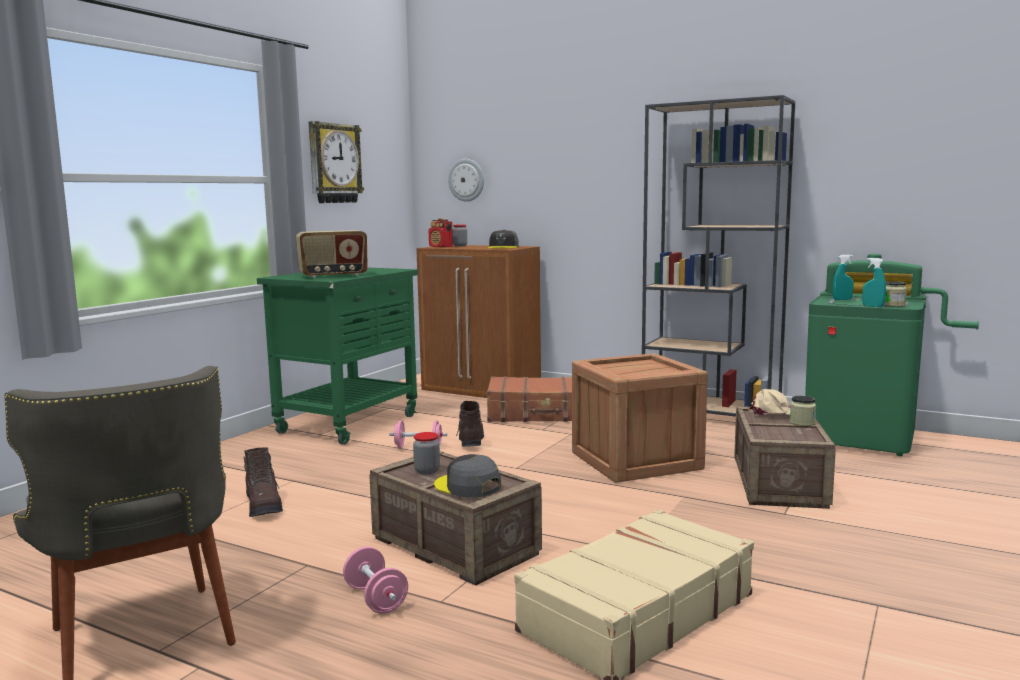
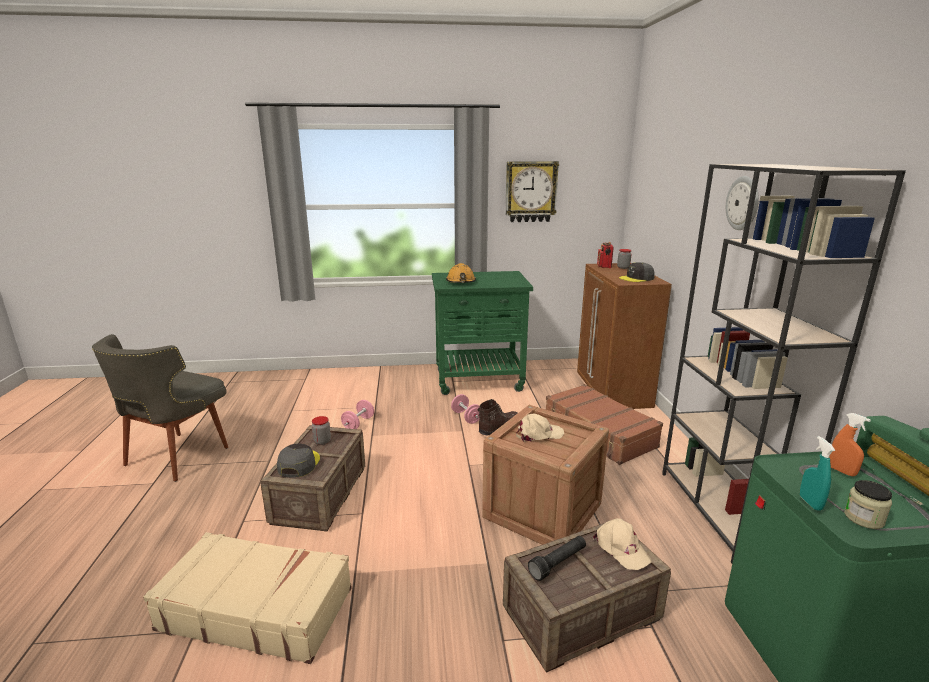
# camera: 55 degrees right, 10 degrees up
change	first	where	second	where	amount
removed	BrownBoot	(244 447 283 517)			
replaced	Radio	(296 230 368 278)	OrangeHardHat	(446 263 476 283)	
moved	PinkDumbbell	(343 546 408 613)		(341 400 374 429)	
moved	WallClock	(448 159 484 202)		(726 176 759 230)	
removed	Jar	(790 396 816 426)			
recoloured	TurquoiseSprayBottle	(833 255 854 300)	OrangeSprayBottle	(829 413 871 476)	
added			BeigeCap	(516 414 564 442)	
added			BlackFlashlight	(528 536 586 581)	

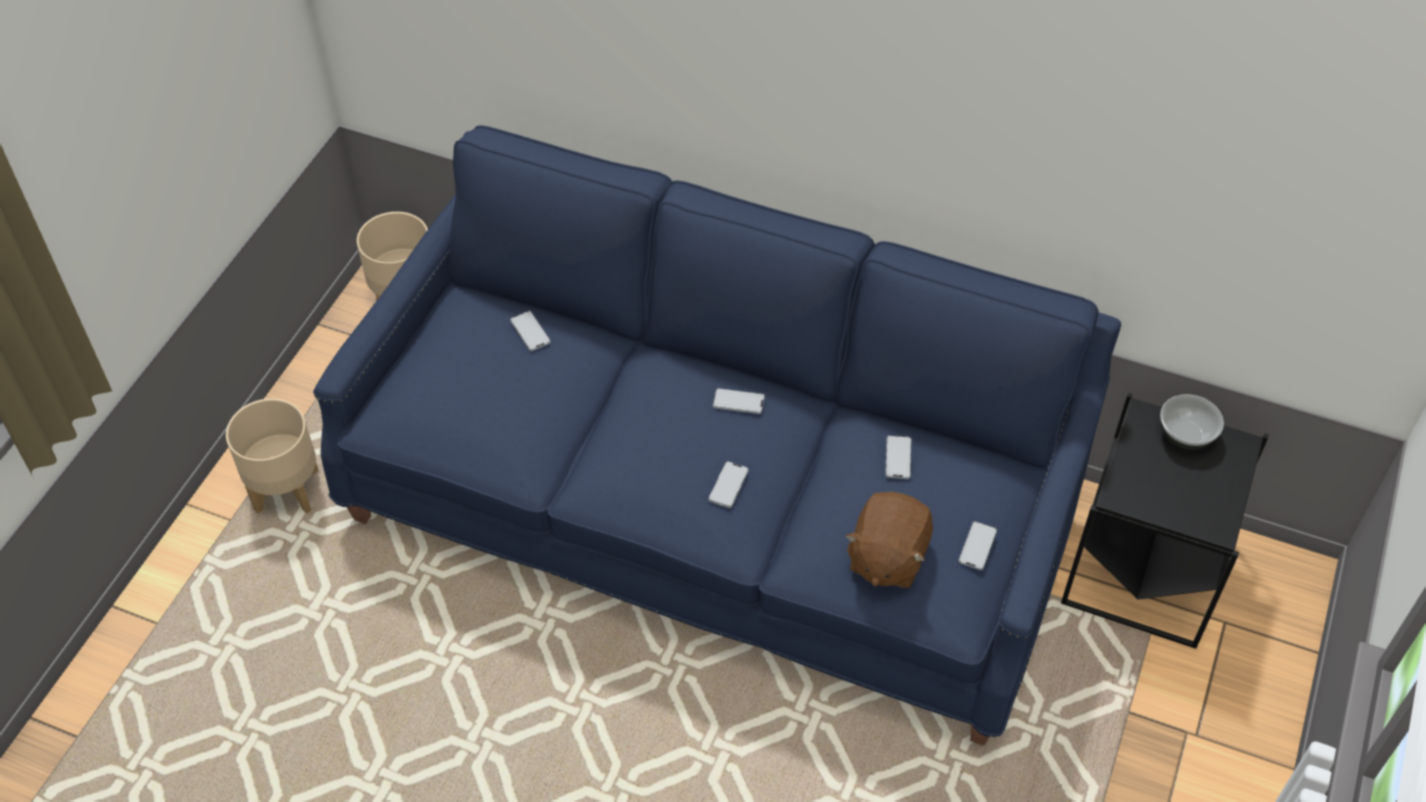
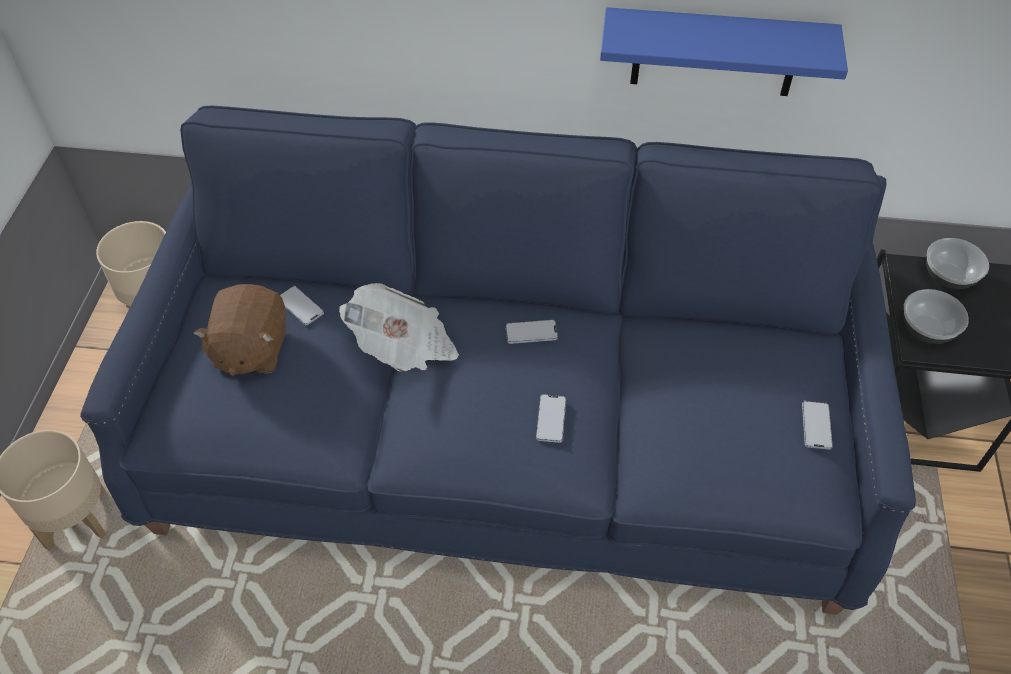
# camera: 15 degrees left, 0 degrees up
change	first	where	second	where	amount
moved	BrownPlushToy	(845 492 933 588)		(193 284 286 376)	
removed	Phone	(885 435 911 479)			
added			Newspaper	(339 283 459 372)	
added			BlueShelf	(600 7 848 96)	
added			Bowl	(903 289 969 344)	

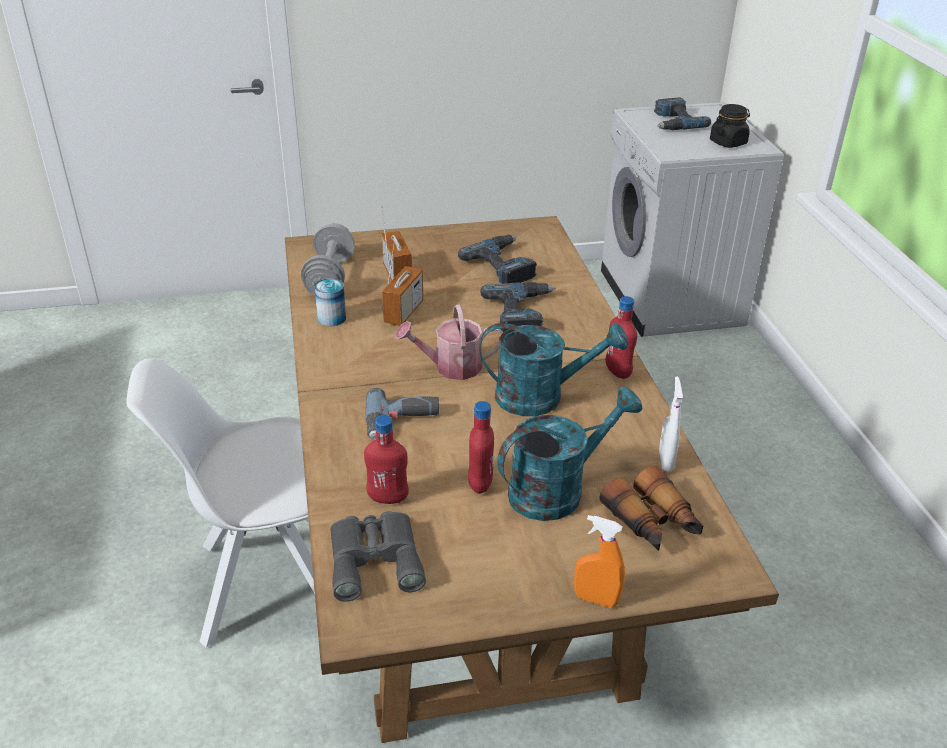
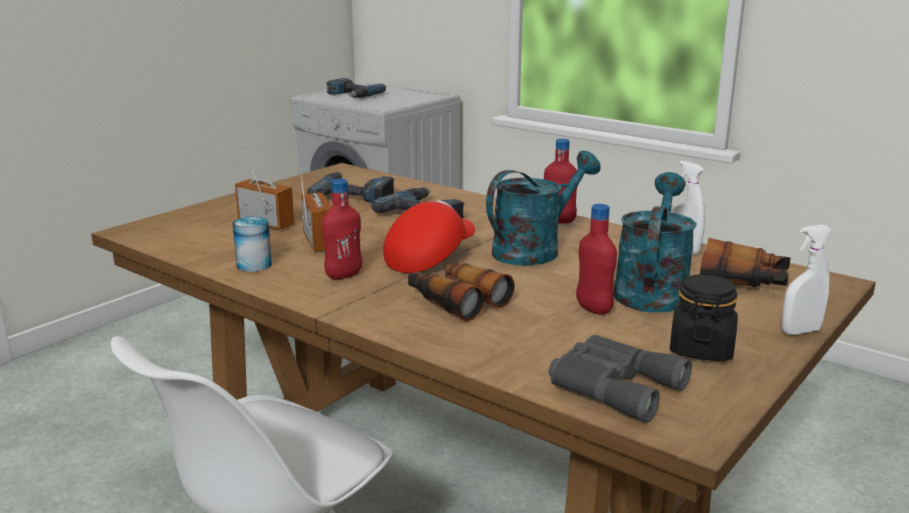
# camera: 40 degrees left, 15 degrees down
change	first	where	second	where	amount
removed	GreyDumbbell	(301 223 355 296)			
moved	RedBottle	(364 415 409 504)		(322 179 362 279)	
replaced	PowerDrill	(365 388 439 439)	Binoculars	(408 262 515 321)	
replaced	WateringCan	(395 304 503 380)	RedCap	(383 200 475 273)	
recoloured	OrangeSprayBottle	(574 515 625 608)	WhiteSprayBottle	(781 225 832 335)	
moved	BlackJar	(710 104 750 148)		(670 274 738 361)	

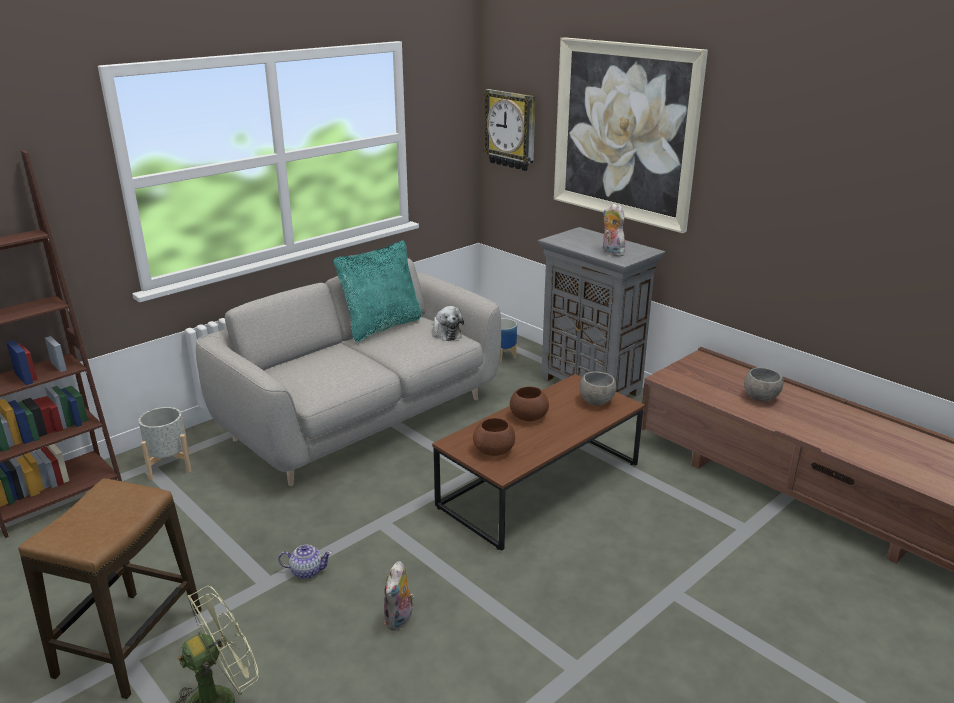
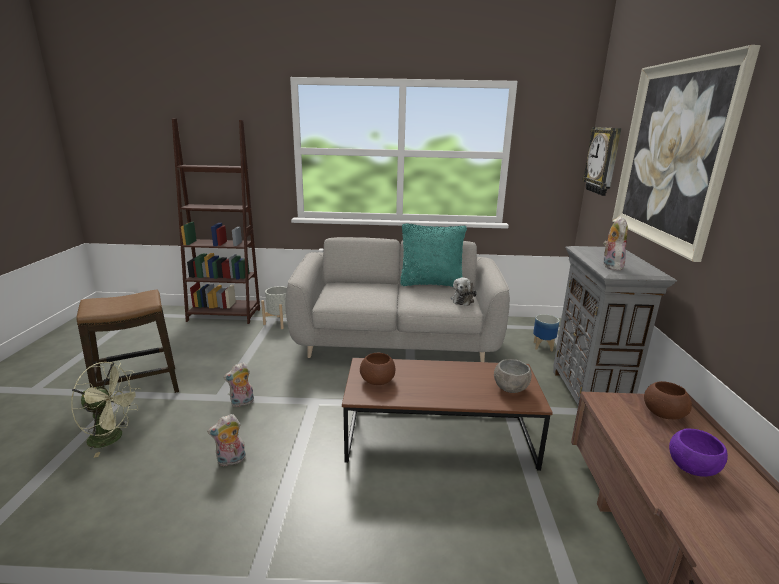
# camera: 45 degrees right, 5 degrees down
change	first	where	second	where	amount
replaced	Teapot	(278 545 332 579)	PlushToy	(224 362 254 407)	
moved	BrownBowl	(510 386 549 421)		(644 381 692 419)	
recoloured	GreyBowl	(744 367 783 402)	PurpleBowl	(669 428 728 477)	

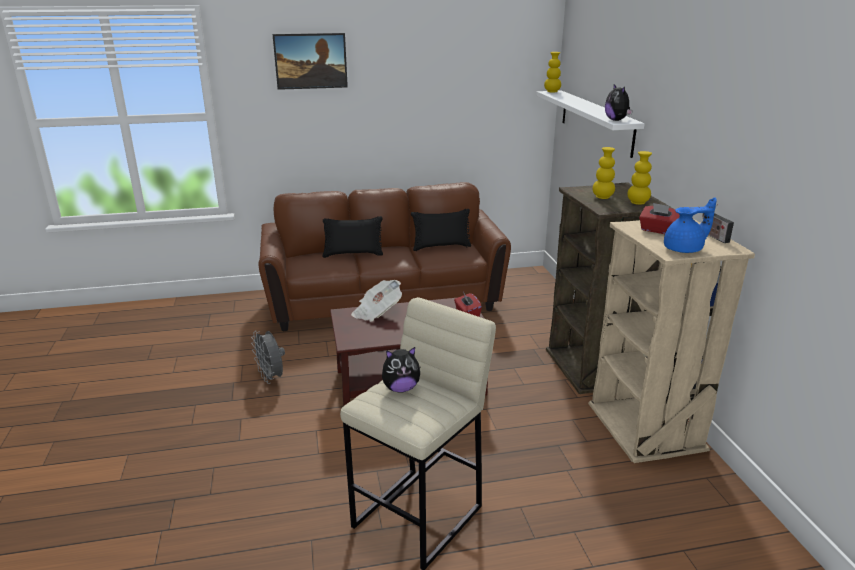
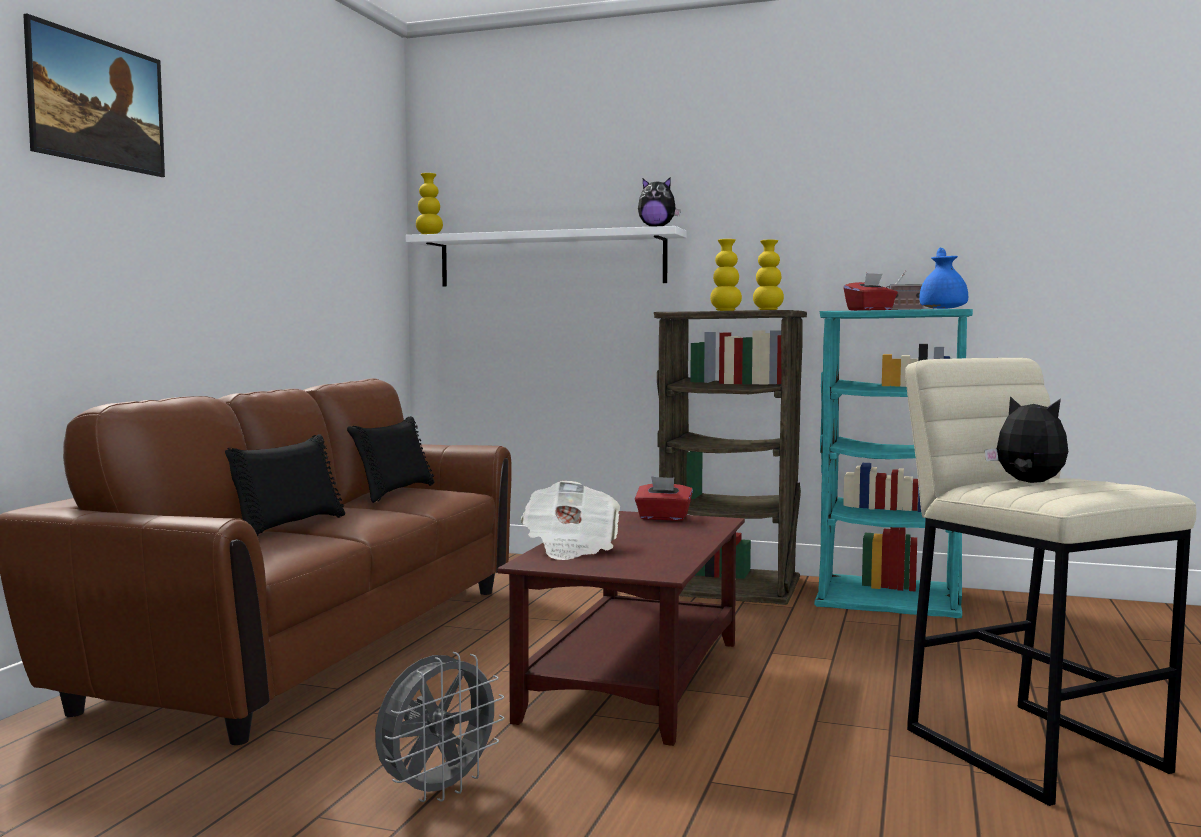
# camera: 60 degrees left, 20 degrees down
change	first	where	second	where	amount
turned	GreyFan	(251 331 285 384)		(375 652 505 802)	45 degrees counterclockwise
turned	PlushToy	(382 347 421 393)		(985 396 1068 483)	60 degrees counterclockwise
recoloured	BeigeBookcase	(588 219 755 463)	TurquoiseBookcase	(814 309 973 618)	

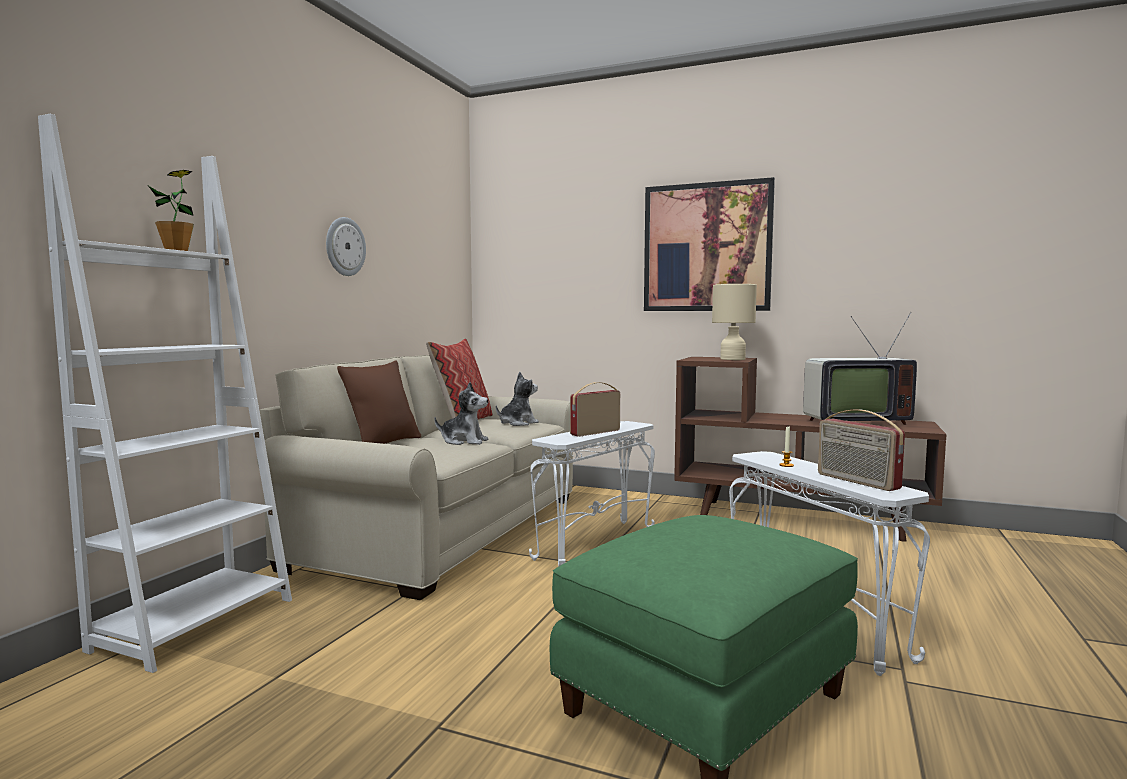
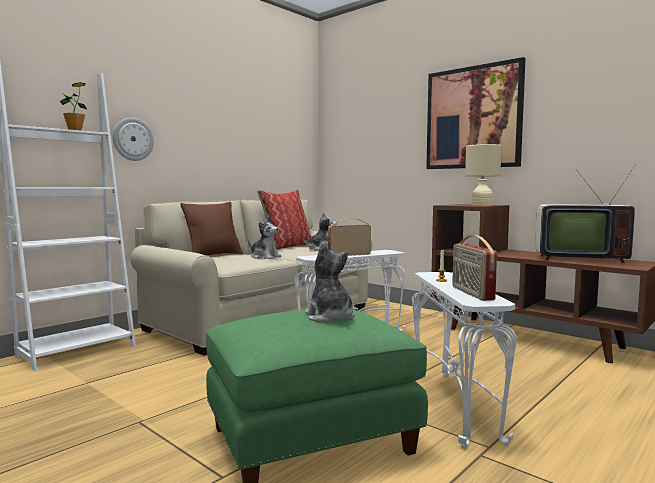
# camera: 20 degrees right, 0 degrees up
change	first	where	second	where	amount
moved	WallClock	(326 217 366 276)		(113 118 154 161)	
added			PlushToy	(305 243 355 323)	

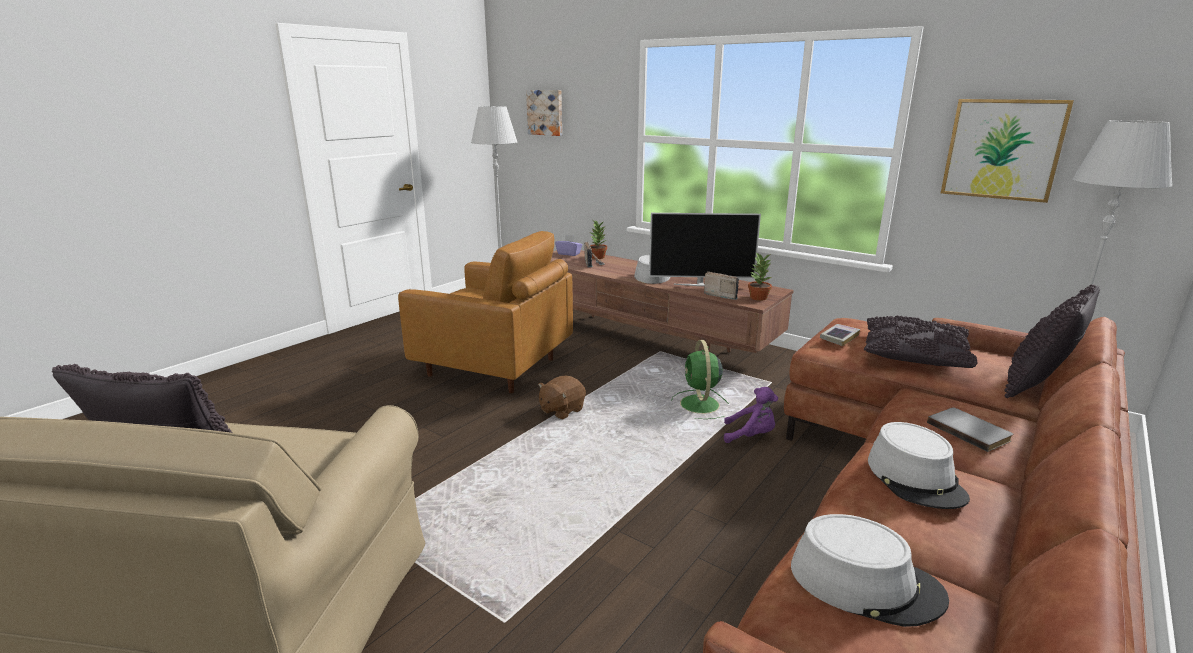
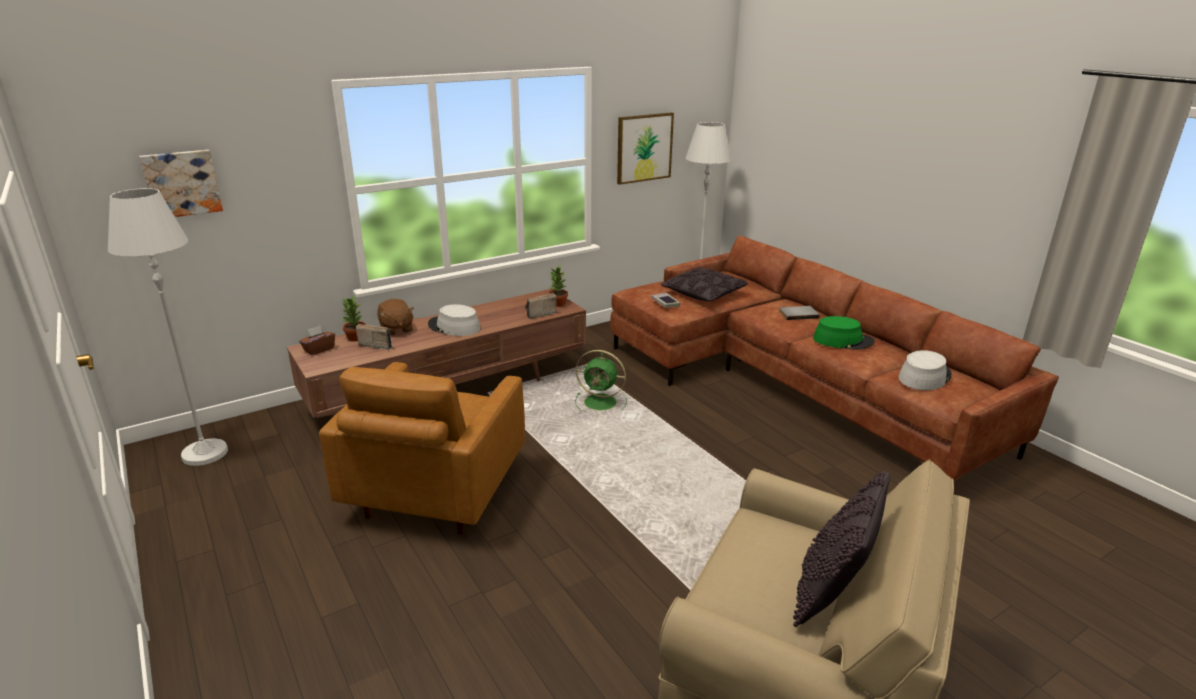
# camera: 70 degrees left, 5 degrees up
change	first	where	second	where	amount
turned	BrownArmchair	(398 231 573 393)		(319 362 525 534)	150 degrees clockwise
moved	BrownPlushToy	(538 376 586 419)		(377 299 414 336)	
recoloured	PurpleTissueBox	(555 235 582 256)	BrownTissueBox	(299 326 335 355)	
removed	Television	(649 213 761 286)			
removed	PurplePlushToy	(724 387 778 443)			
recoloured	GreyHat	(868 422 970 509)	GreenHat	(813 316 875 350)	
removed	BlackPillow	(1004 285 1100 398)			

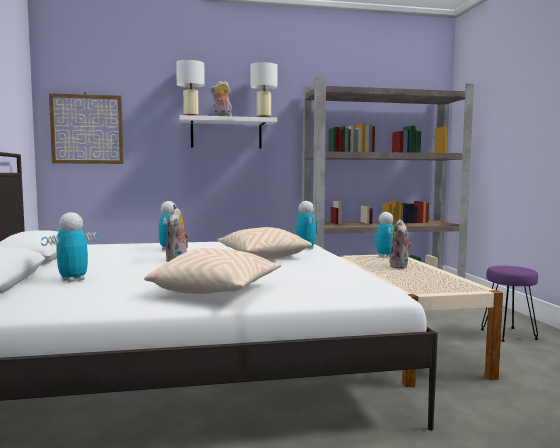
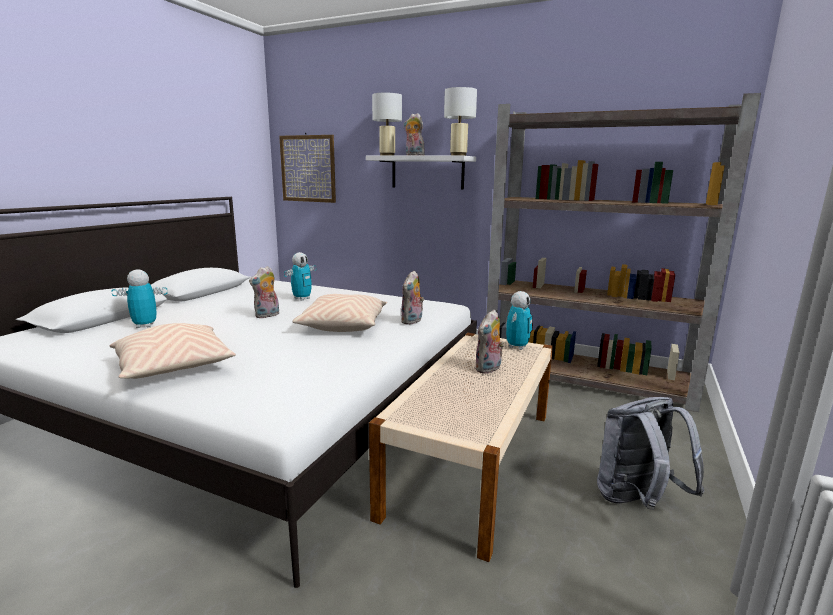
# camera: 35 degrees right, 10 degrees up
change	first	where	second	where	amount
replaced	ToyRobot	(296 201 317 249)	PlushToy	(401 270 424 325)	
replaced	PurpleStool	(481 266 539 342)	GreyBackpack	(597 397 705 510)	

